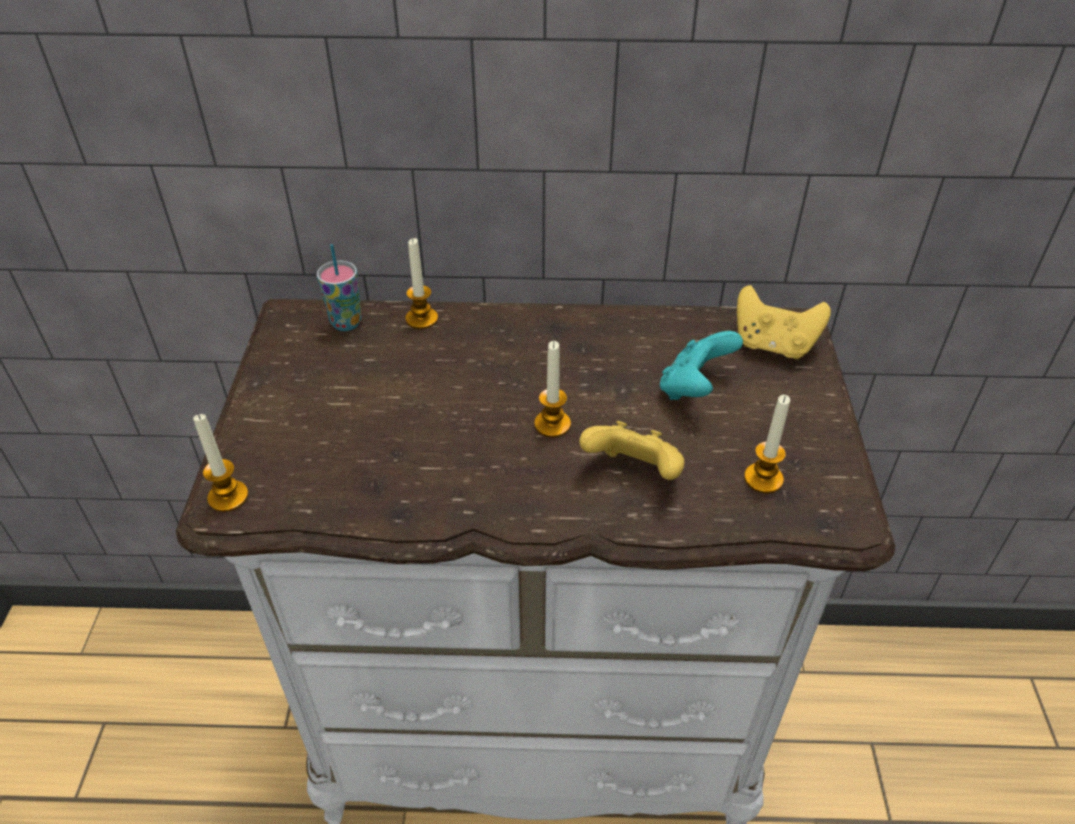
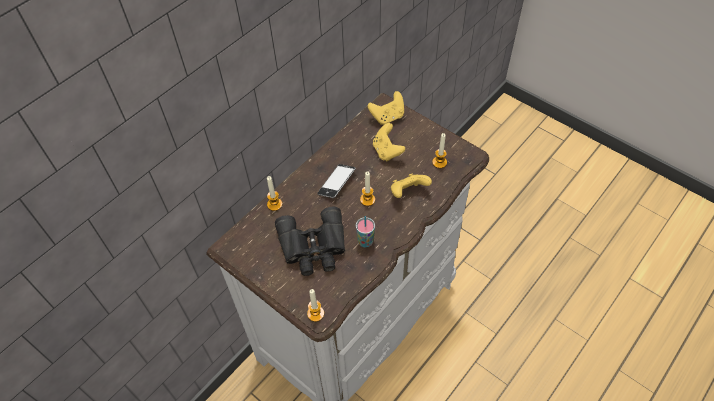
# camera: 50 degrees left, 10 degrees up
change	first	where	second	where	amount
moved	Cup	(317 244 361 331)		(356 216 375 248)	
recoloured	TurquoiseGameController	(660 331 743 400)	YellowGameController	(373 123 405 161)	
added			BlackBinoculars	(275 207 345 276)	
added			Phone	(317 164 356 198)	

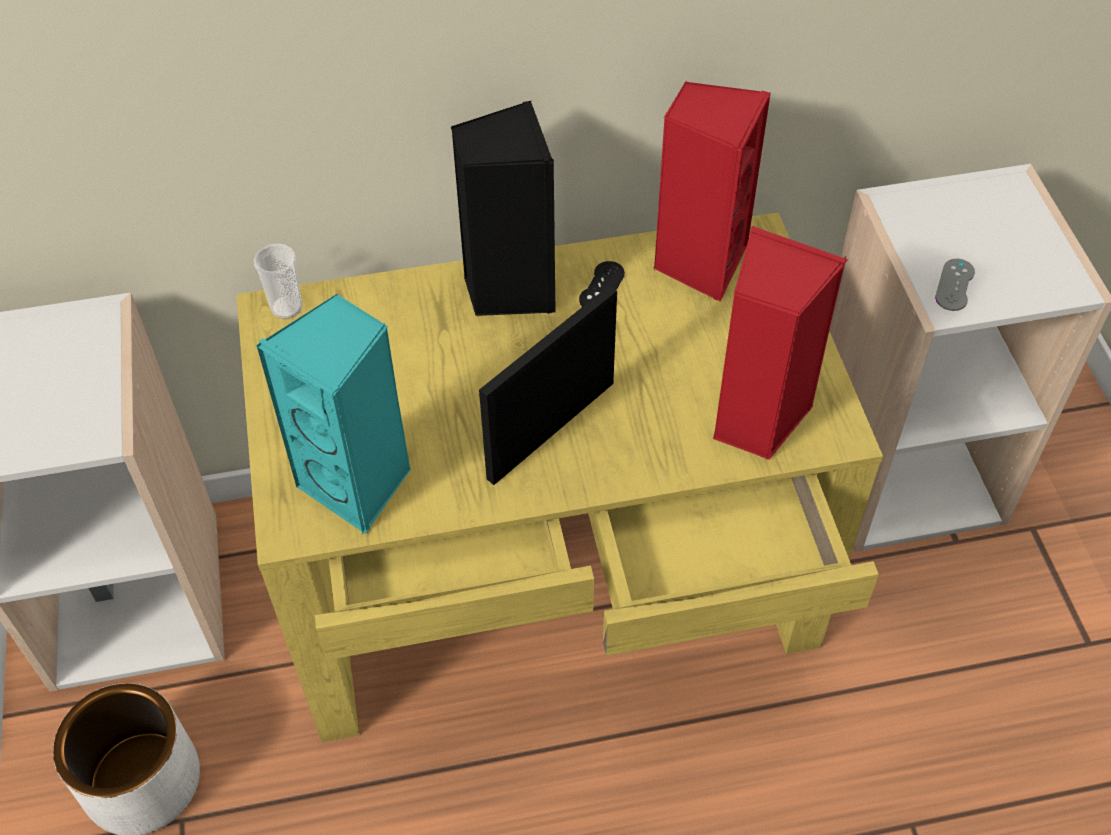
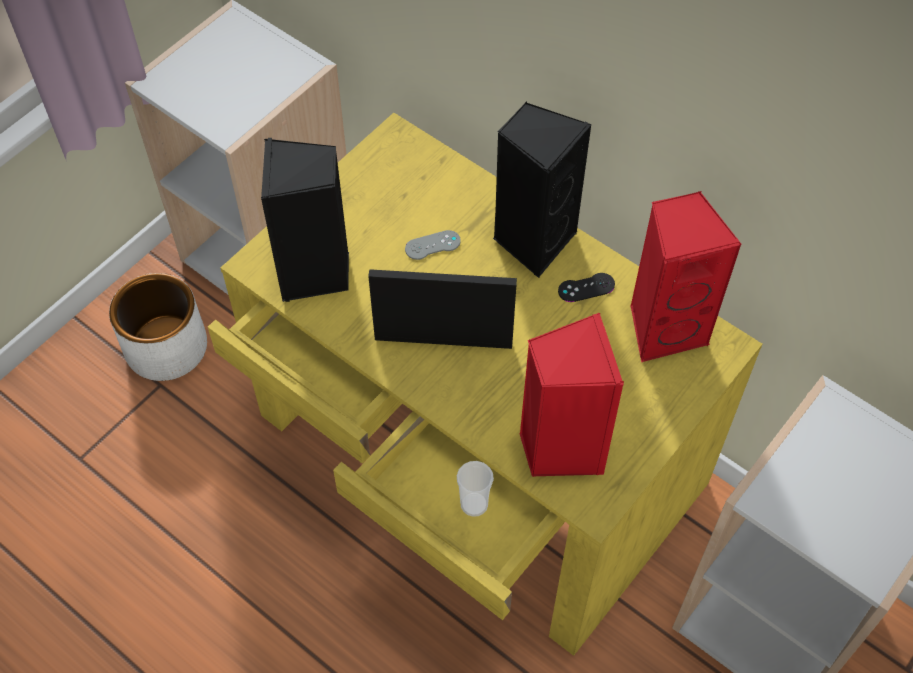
# camera: 50 degrees right, 5 degrees up
change	first	where	second	where	amount
moved	Cup	(254 243 302 319)		(457 461 494 517)	
recoloured	TurquoiseSpeaker	(255 294 411 534)	BlackSpeaker	(261 138 349 302)	
moved	GreyGameController	(935 259 975 311)		(405 230 461 260)	

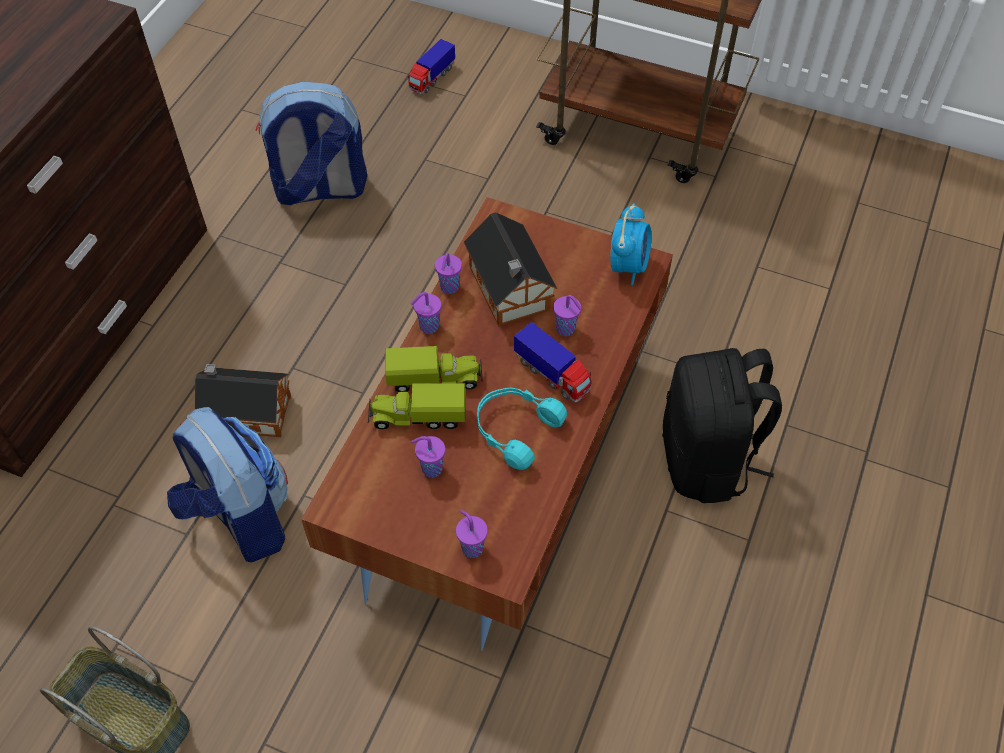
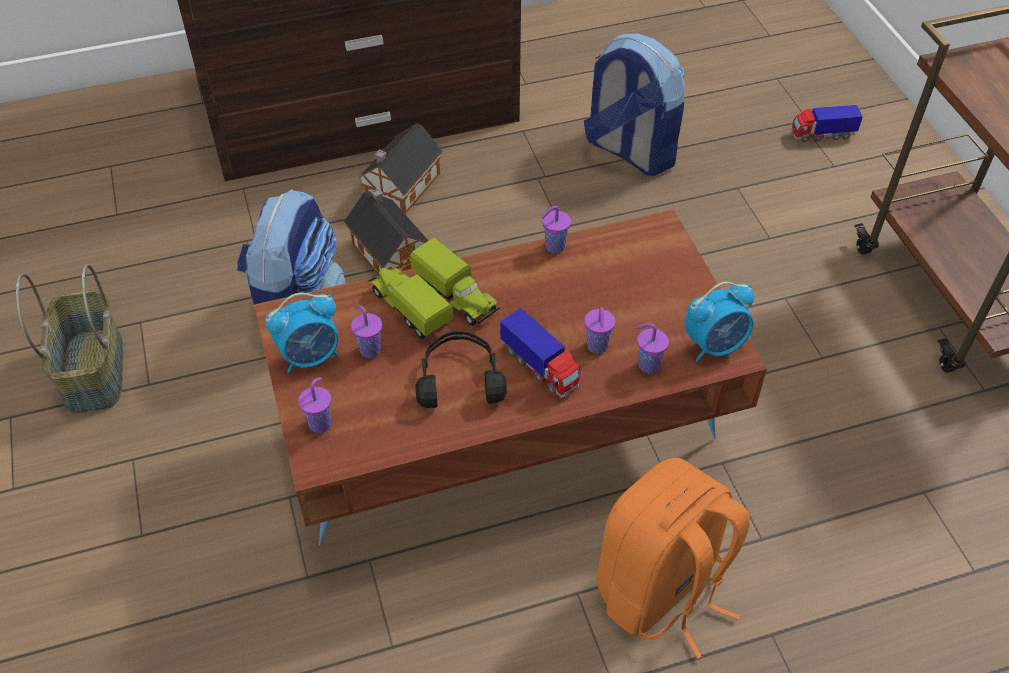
# camera: 50 degrees right, 5 degrees down
change	first	where	second	where	amount
moved	PurpleCup	(411 292 441 334)		(636 323 669 374)	
moved	ToyHouse	(464 212 557 326)		(358 123 443 214)	
recoloured	TurquoiseHeadphones	(477 387 567 470)	BlackHeadphones	(415 331 507 408)	
turned	ToyTruck	(514 322 591 402)		(500 308 580 398)	45 degrees counterclockwise
recoloured	BlackBackpack	(662 348 782 503)	OrangeBackpack	(597 458 750 659)	
added			AlarmClock	(265 293 338 374)	

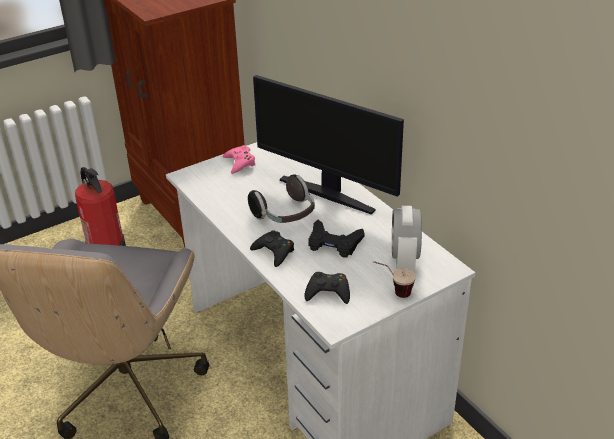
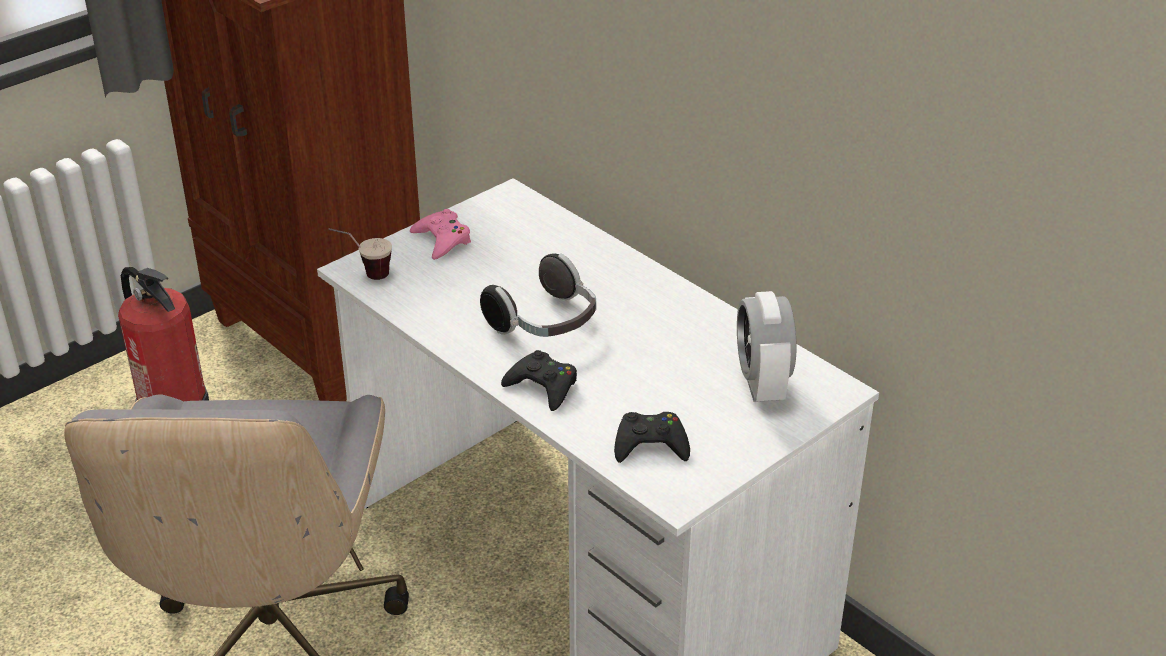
# camera: 10 degrees left, 0 degrees up
change	first	where	second	where	amount
removed	Monitor	(253 75 404 215)			
removed	BlackGameController	(308 220 364 258)			
moved	Cup	(373 261 416 298)		(329 228 392 280)	

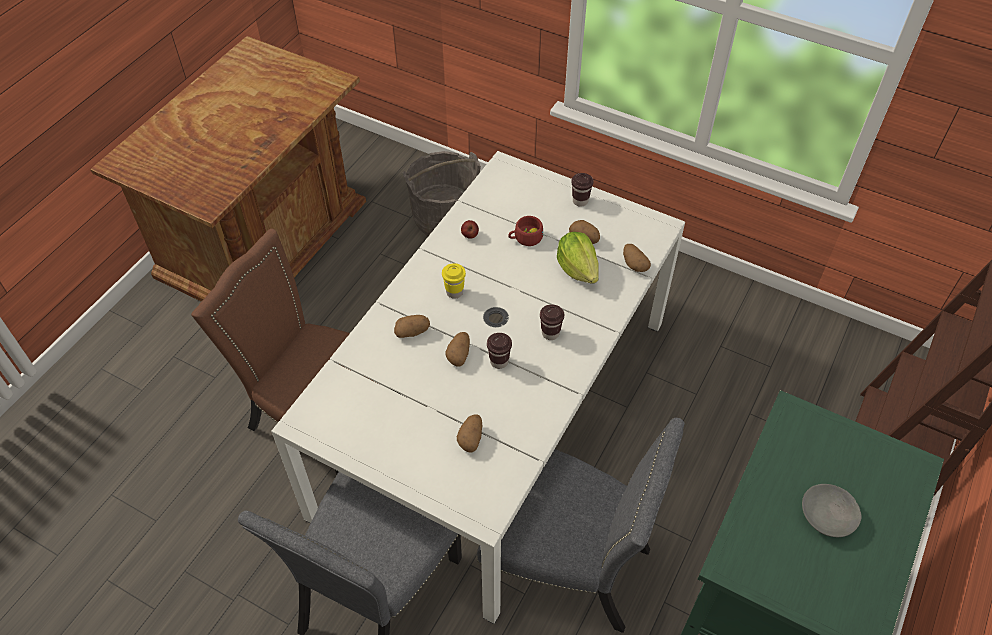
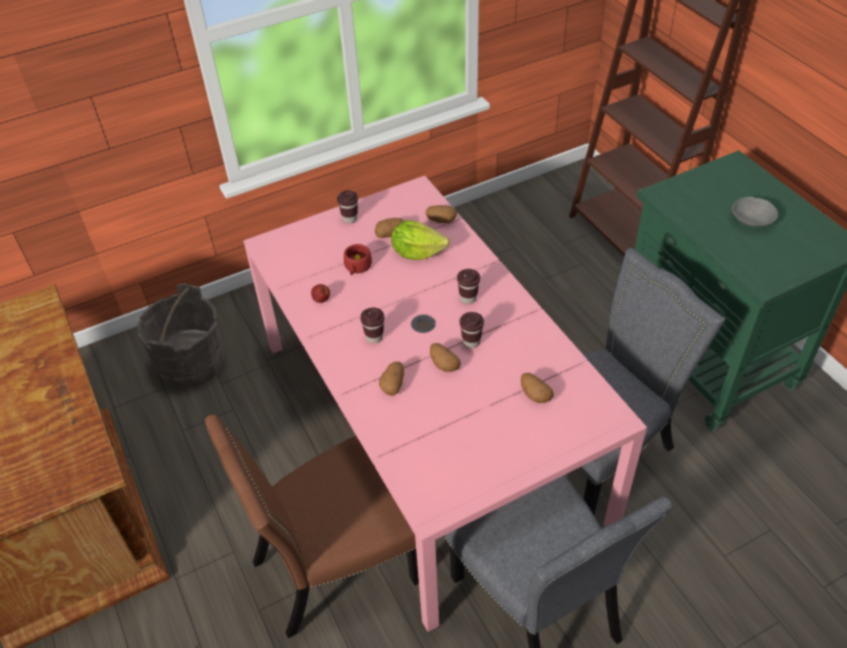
# camera: 55 degrees left, 5 degrees down
change	first	where	second	where	amount
recoloured	WhiteDiningTable	(271 151 685 624)	PinkDiningTable	(243 176 647 632)	
recoloured	YellowCup	(442 263 466 299)	BrownCup	(360 308 384 344)	

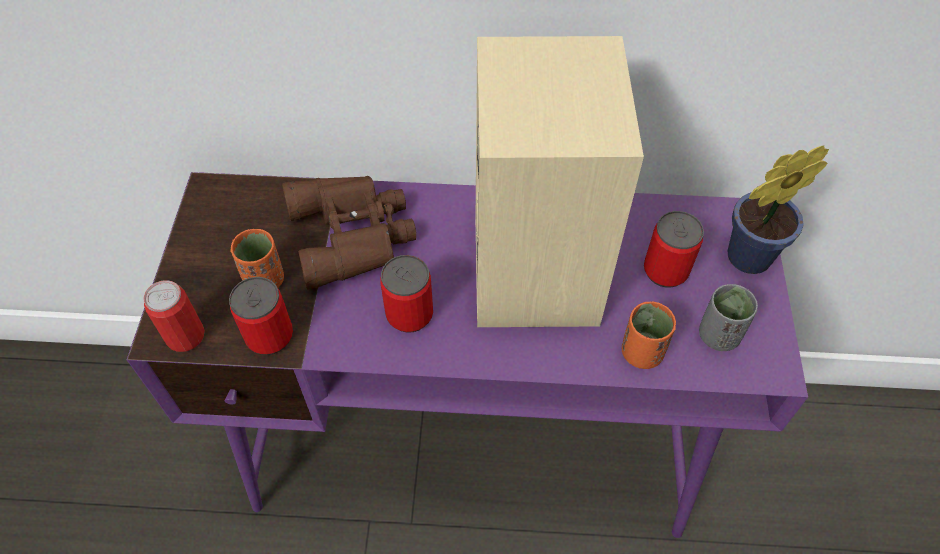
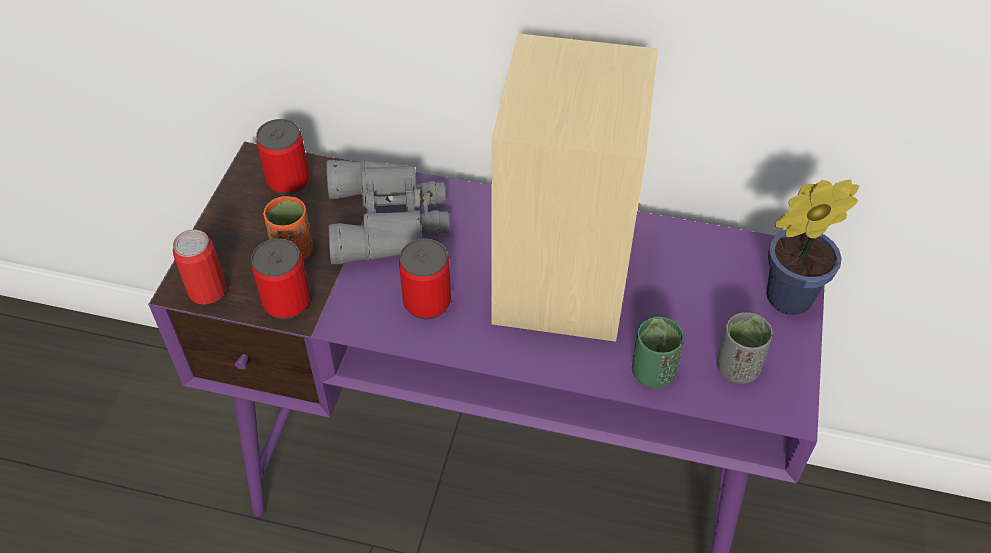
# camera: 10 degrees right, 5 degrees down
change	first	where	second	where	amount
recoloured	BrownBinoculars	(282 176 416 290)	GreyBinoculars	(326 160 449 264)	
recoloured	OrangeCup	(622 302 676 369)	GreenCup	(632 317 684 388)	
moved	Can	(644 211 704 287)		(256 119 309 195)	

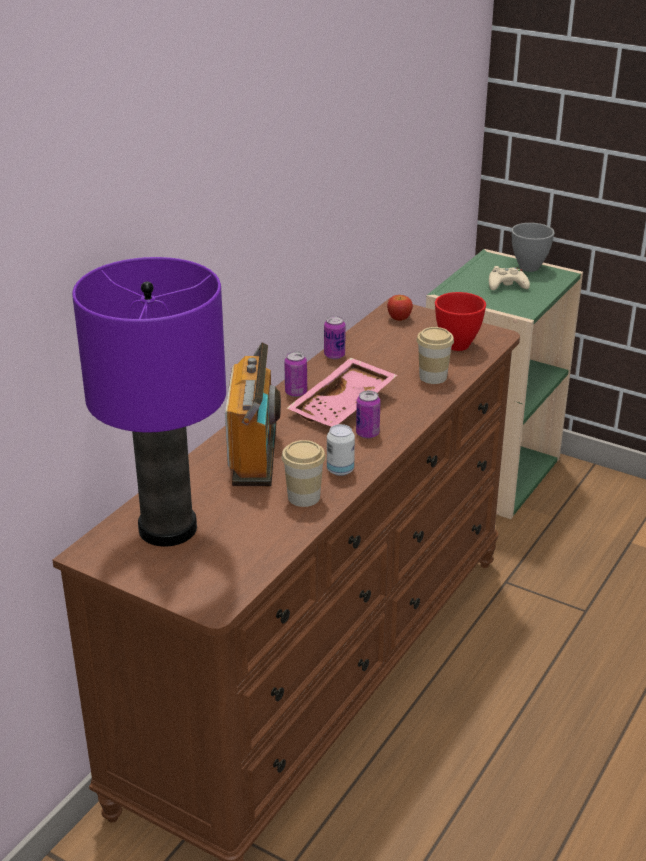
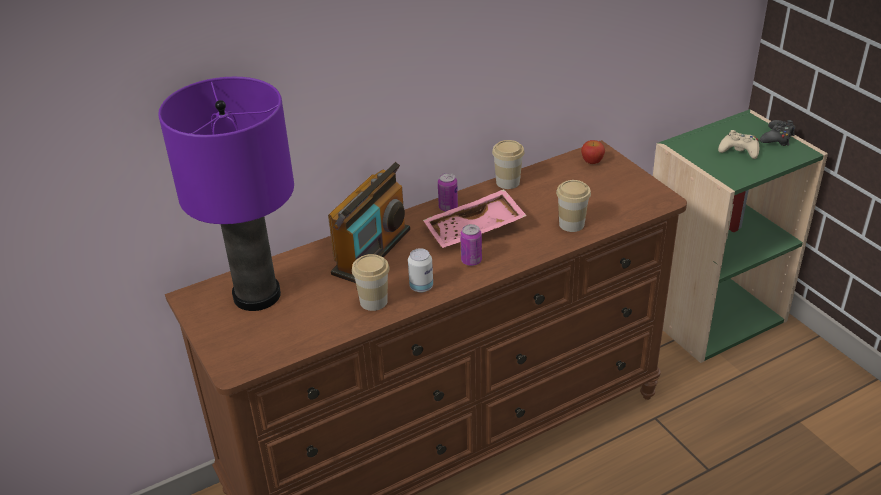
# camera: 30 degrees right, 5 degrees up
change	first	where	second	where	amount
replaced	Can	(324 316 346 359)	Cup	(492 140 524 189)	
removed	RedBowl	(435 292 486 351)			
replaced	GreyBowl	(511 223 555 272)	BlackGameController	(760 120 795 146)	

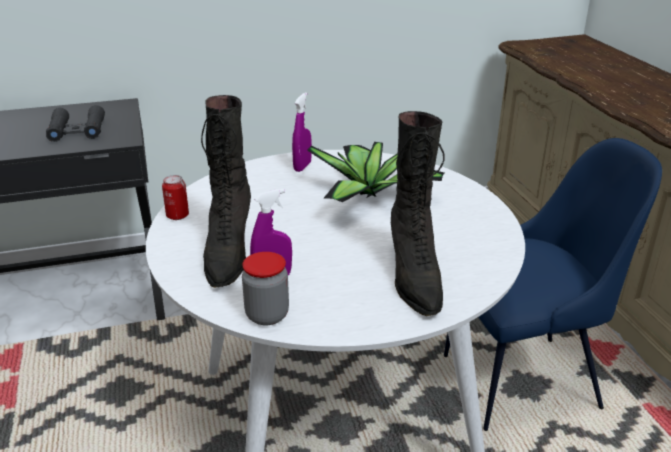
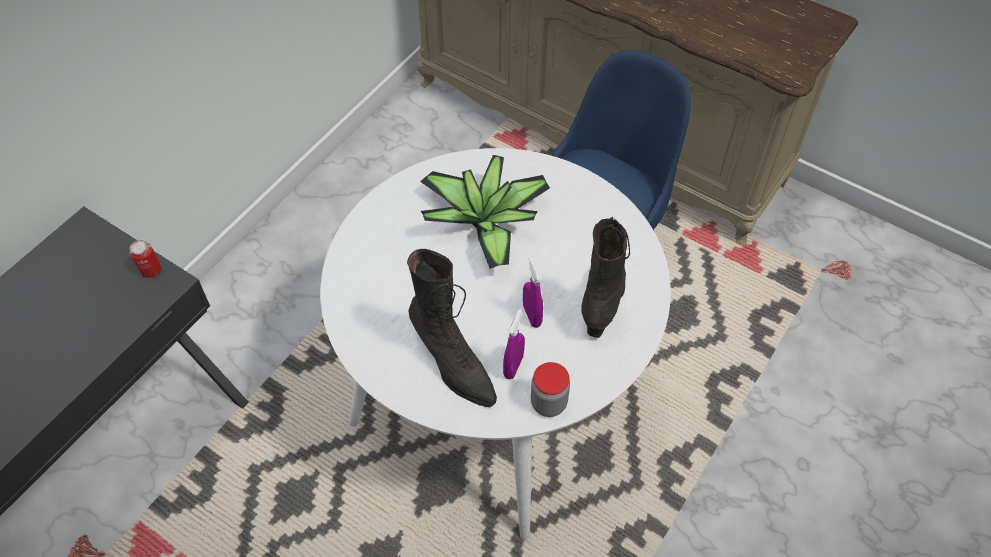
# camera: 40 degrees left, 25 degrees up
change	first	where	second	where	amount
removed	BlackBinoculars	(46 105 105 142)			
moved	Can	(162 175 189 220)		(129 240 161 278)	
moved	PurpleSprayBottle	(292 93 312 172)		(523 256 543 328)	
turned	BlackBoot	(391 111 445 316)		(582 217 630 338)	120 degrees counterclockwise

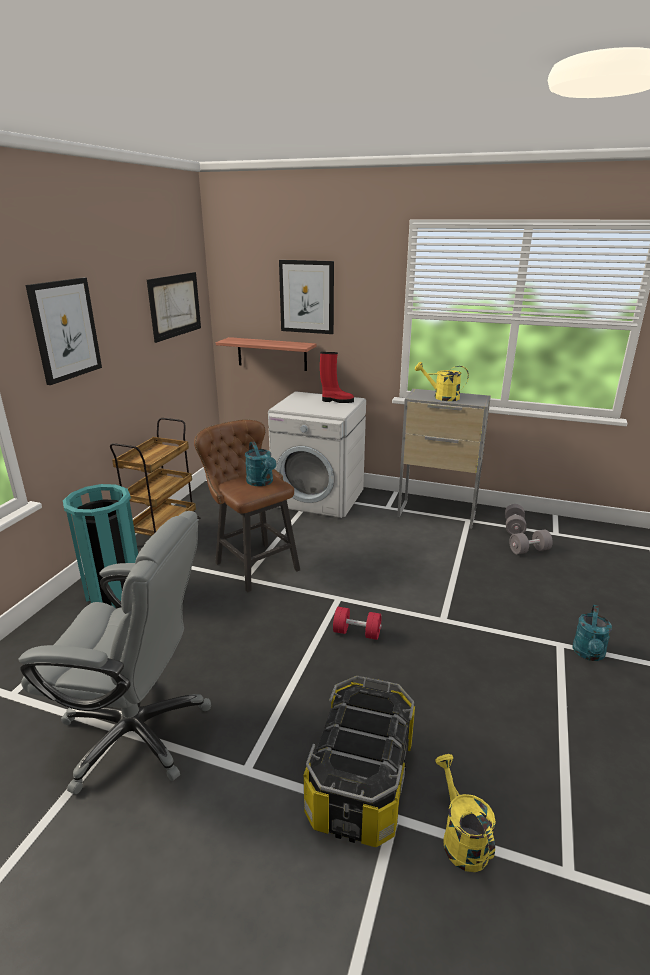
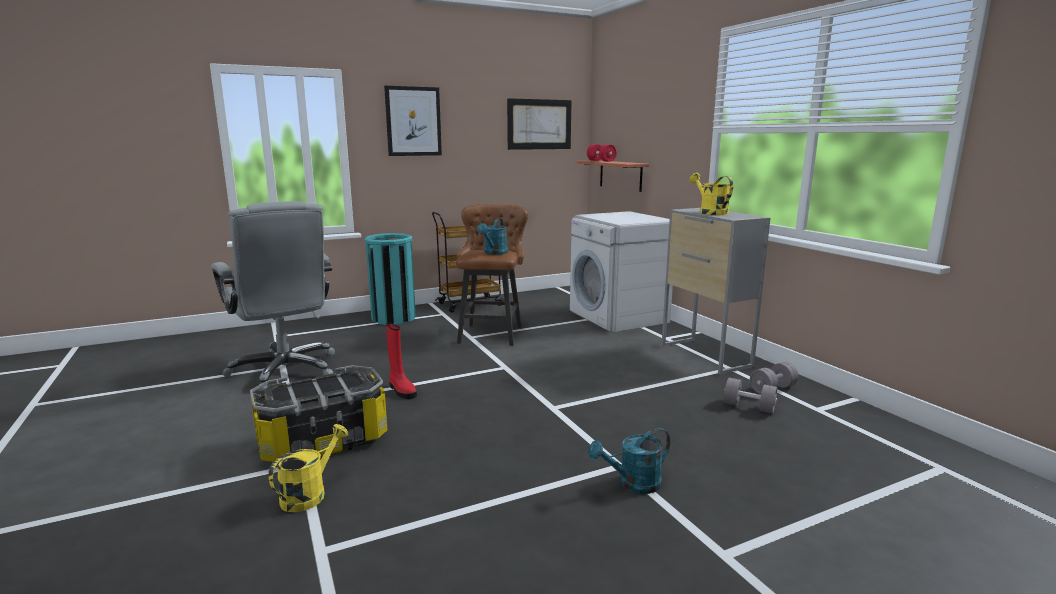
# camera: 45 degrees right, 10 degrees down
change	first	where	second	where	amount
removed	Picture	(279 260 334 334)			
moved	RedBoot	(320 352 354 403)		(386 323 417 399)	
moved	RedDumbbell	(333 607 382 640)		(587 144 617 162)	

